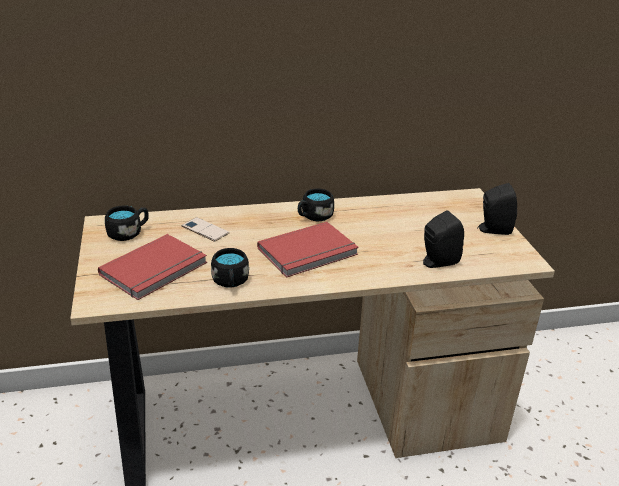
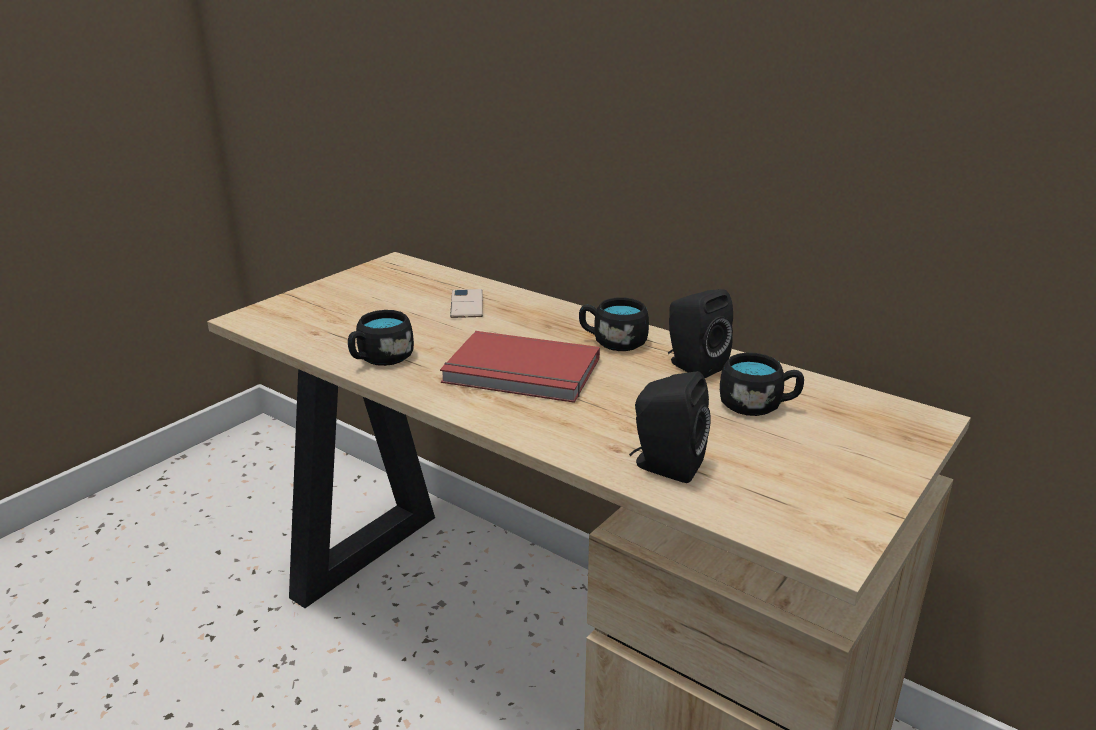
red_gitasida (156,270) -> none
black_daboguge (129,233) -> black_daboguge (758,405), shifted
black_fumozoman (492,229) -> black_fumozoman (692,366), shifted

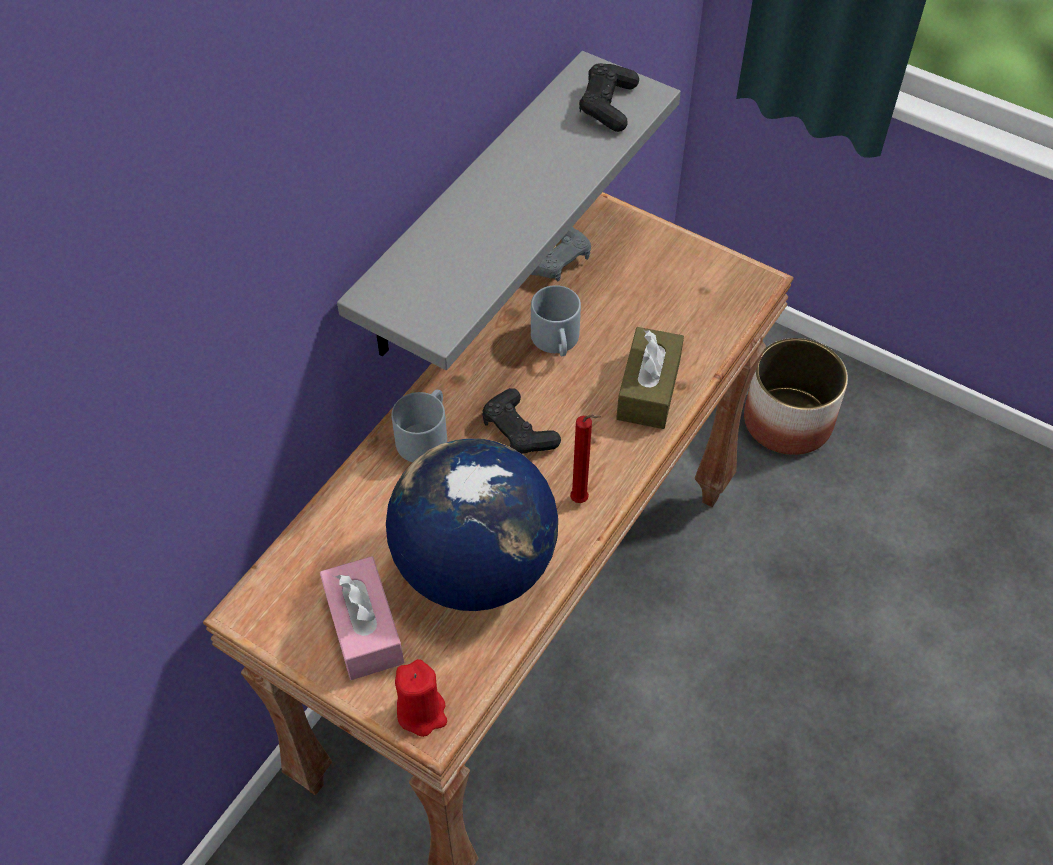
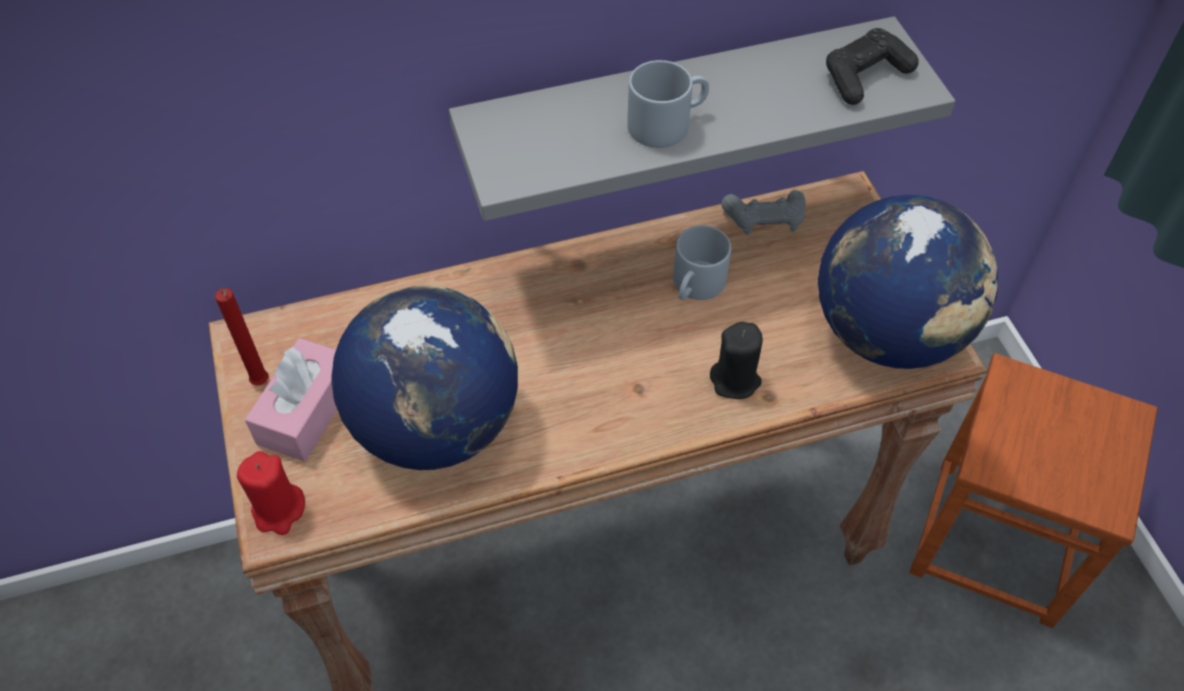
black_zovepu (518,431) -> none
none -> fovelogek (889,333)
grey_daboguge (424,435) -> grey_daboguge (667,122), shifted
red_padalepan (582,500) -> red_padalepan (261,384), shifted
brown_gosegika (648,389) -> black_padalepan (735,380)
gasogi (788,420) -> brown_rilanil (996,540)

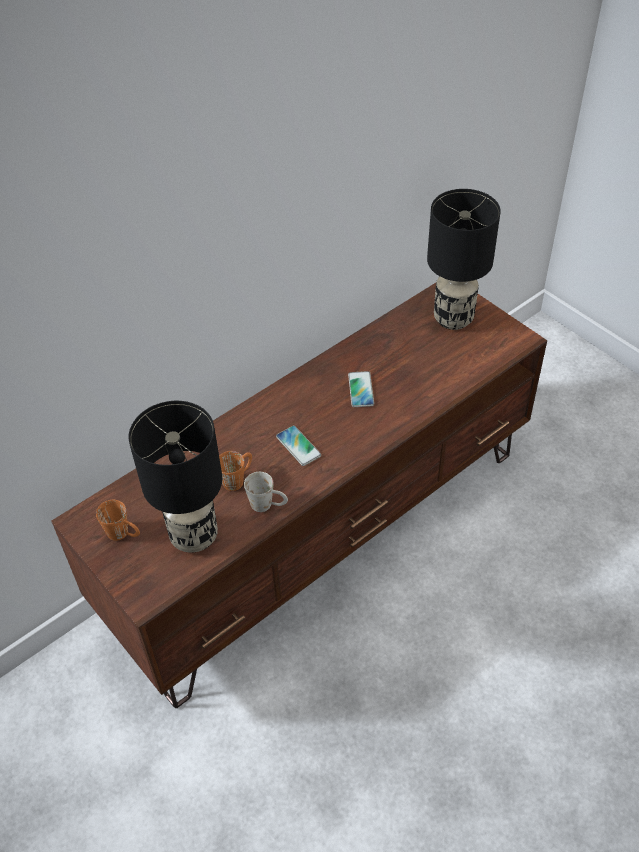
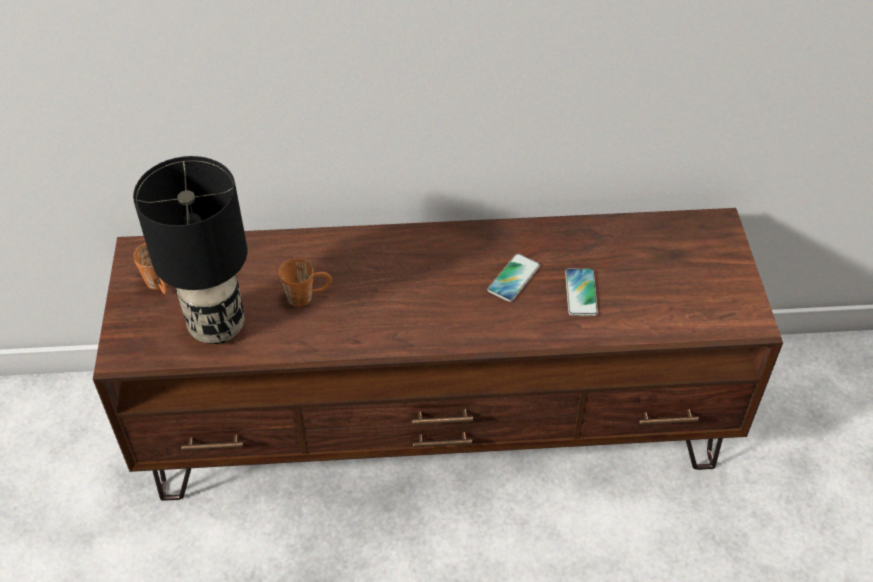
white_daboguge (268,505) -> none
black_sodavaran (453,319) -> none
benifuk (298,446) -> benifuk (581,293), shifted

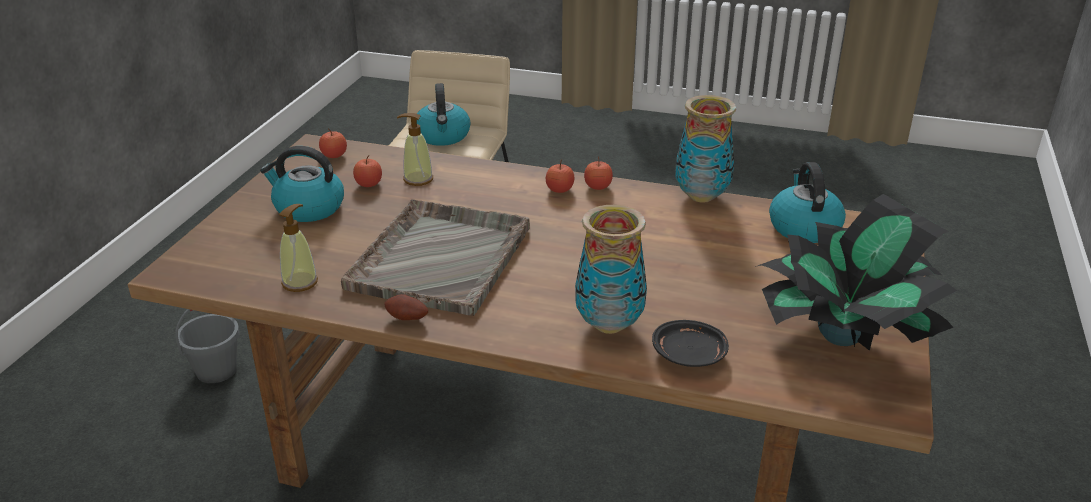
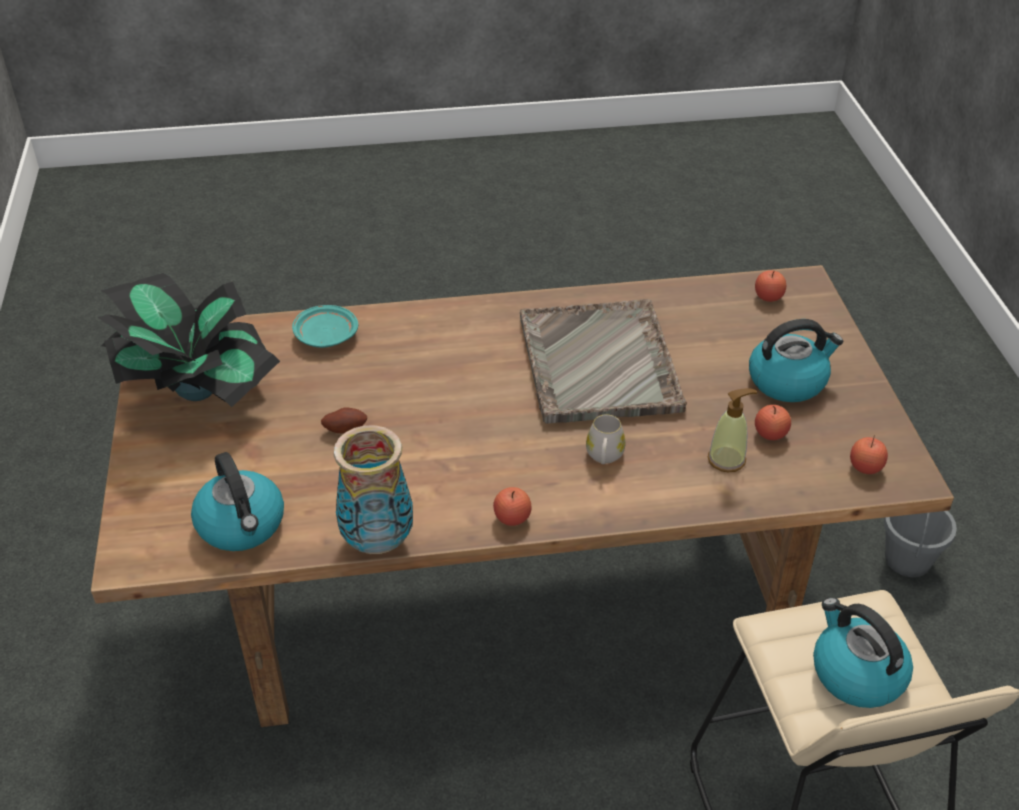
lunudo (300,282) -> none
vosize (608,324) -> none
none -> white_daboguge (604,457)
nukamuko (406,319) -> nukamuko (345,428), shifted
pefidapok (559,189) -> pefidapok (768,297), shifted
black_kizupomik (690,355) -> turquoise_kizupomik (325,335)

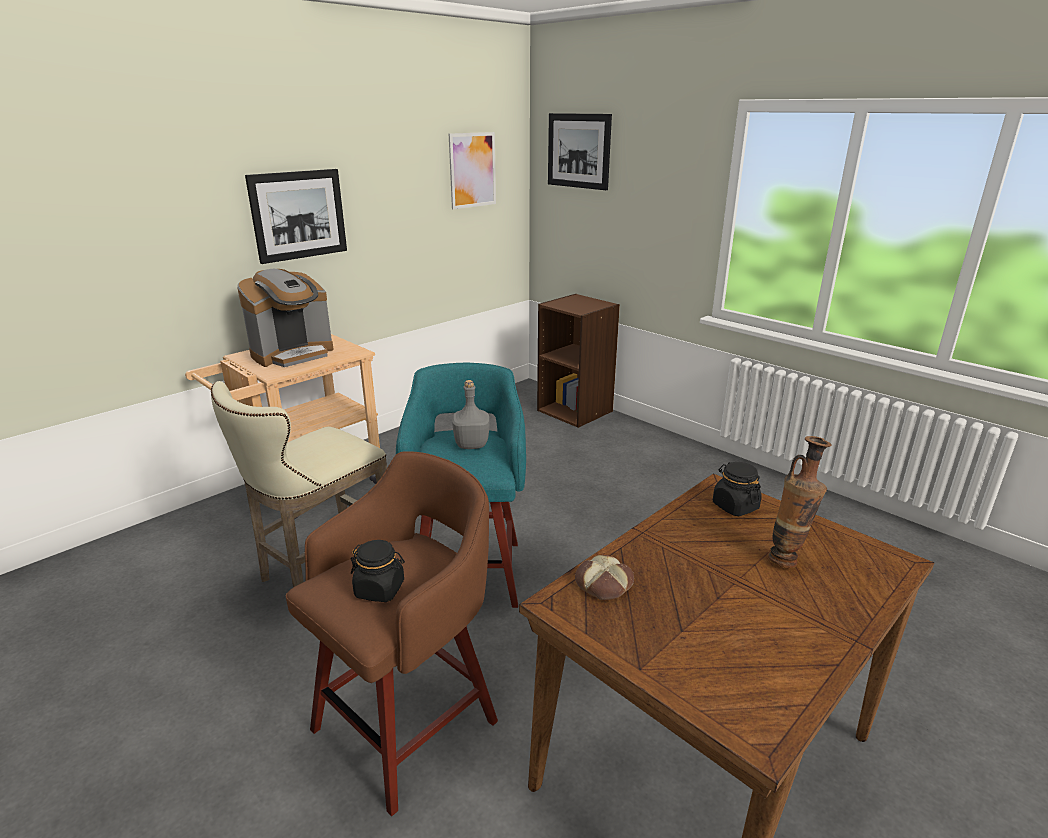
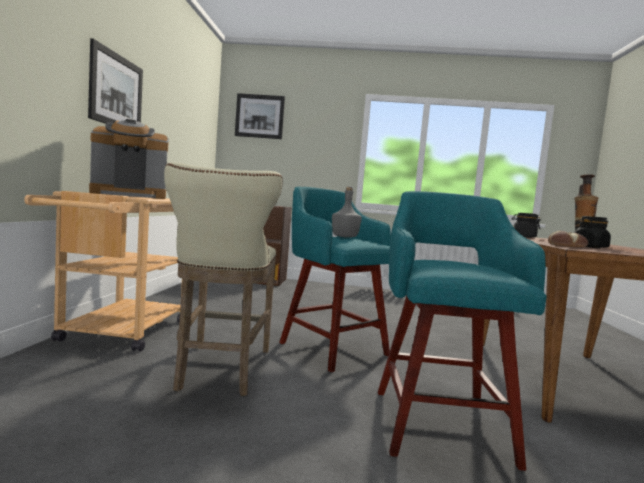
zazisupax (472,170) -> none
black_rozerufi (380,589) -> black_rozerufi (590,247), shifted
brown_rilanil (410,722) -> turquoise_rilanil (439,422)
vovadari (293,354) -> vovadari (130,196), 60 degrees clockwise

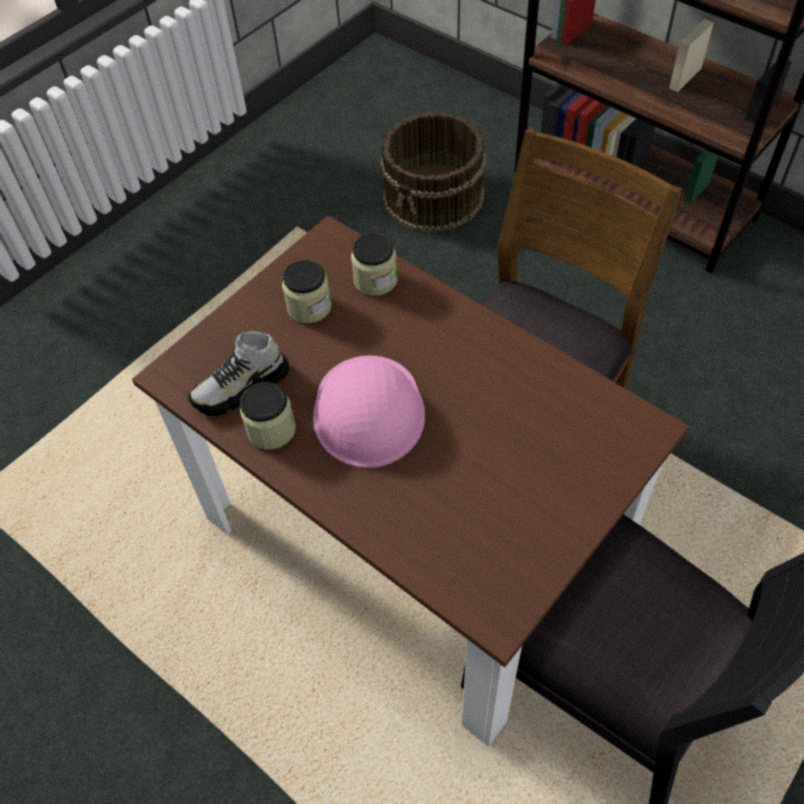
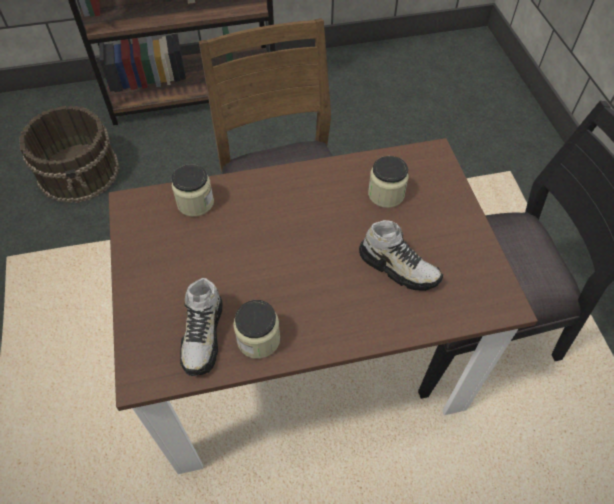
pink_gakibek (368,411) -> none
none -> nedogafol (398,267)
rozerufi (309,307) -> rozerufi (386,194), shifted

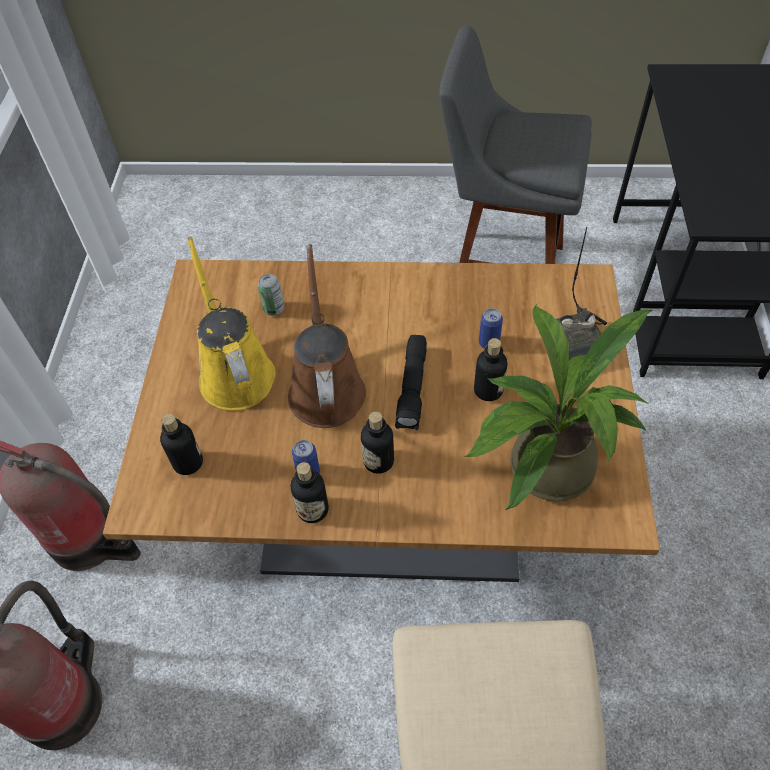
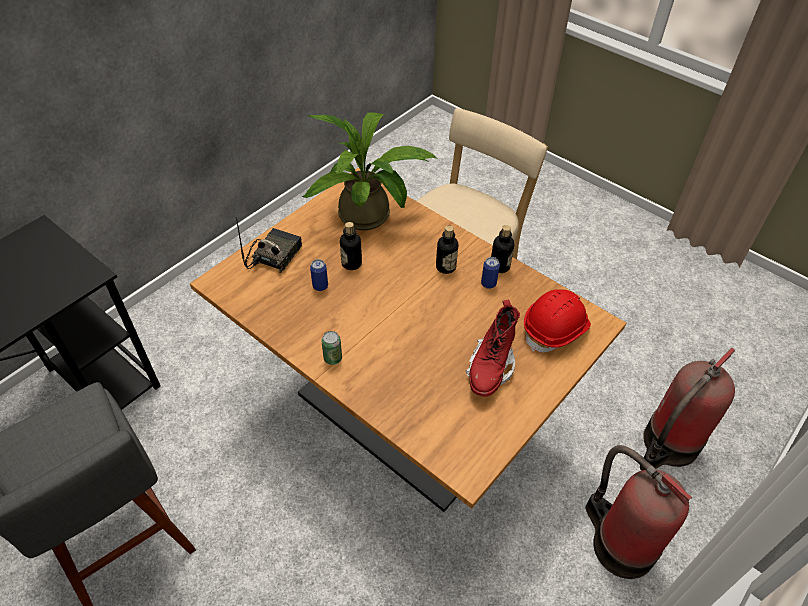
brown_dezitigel (326,387) -> none
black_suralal (413,389) -> none
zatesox (274,309) -> zatesox (333,358), shifted
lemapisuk (188,462) -> red_gakibek (555,330)
yellow_dezitigel (234,372) -> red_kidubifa (490,368)

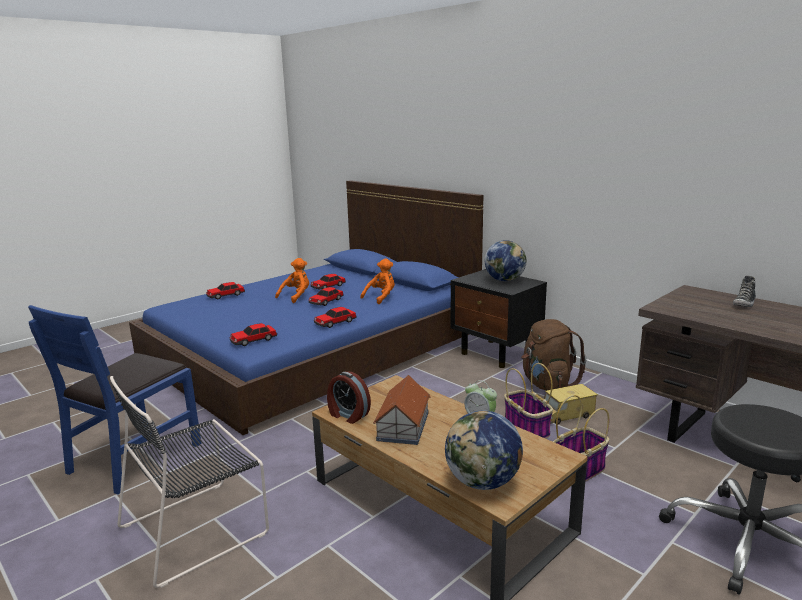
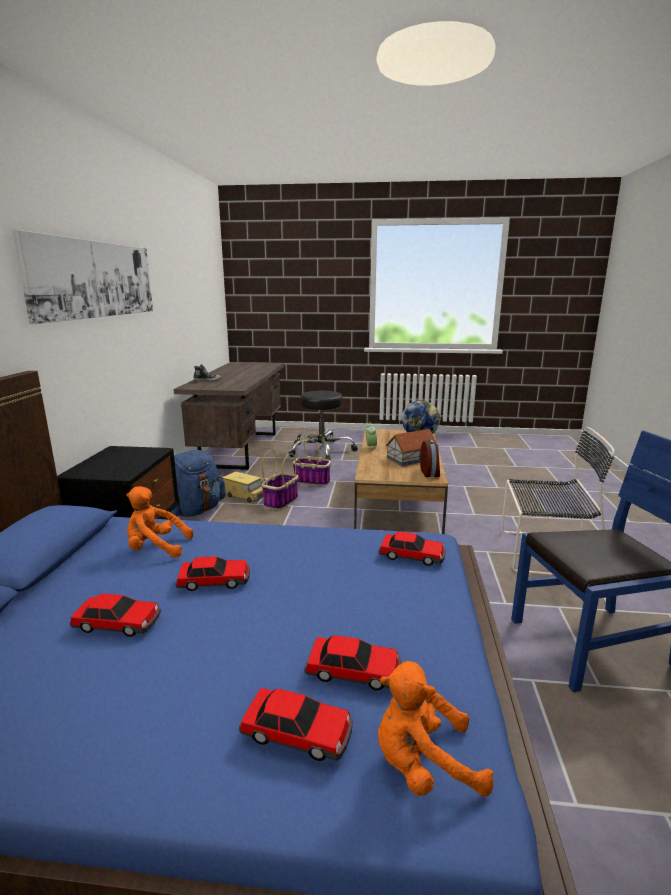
fovelogek (504,280) -> none
none -> zazisupax (95,279)
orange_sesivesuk (296,296) -> orange_sesivesuk (423,765), shifted
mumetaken (335,323) -> mumetaken (354,672), shifted
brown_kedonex (547,384) -> blue_kedonex (195,511)

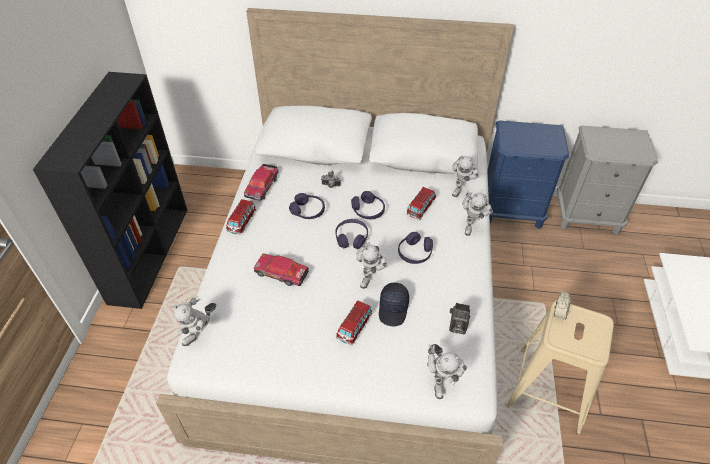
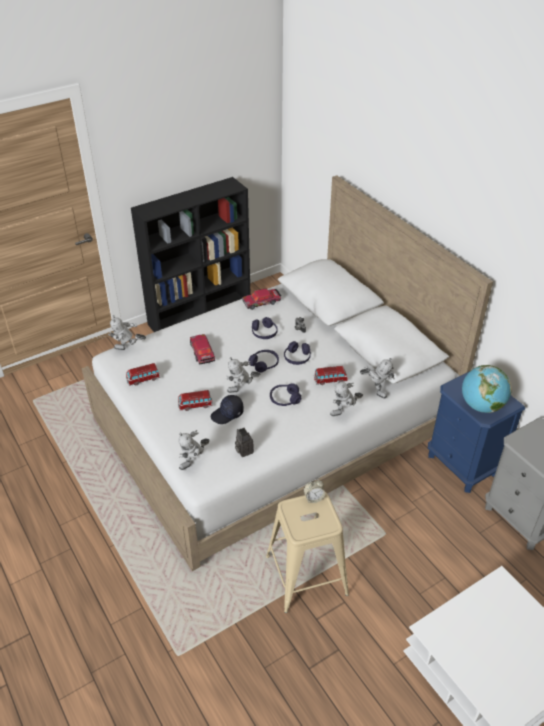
none -> fovelogek (481,406)
mumetaken (242,222) -> mumetaken (143,379), shifted
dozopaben (461,189) -> dozopaben (376,390), 120 degrees counterclockwise

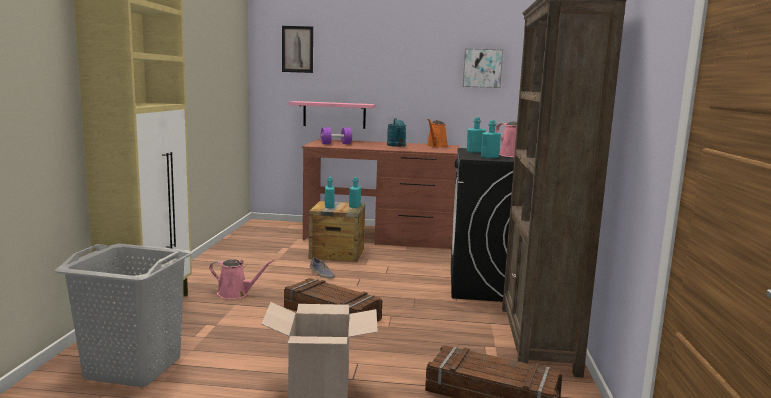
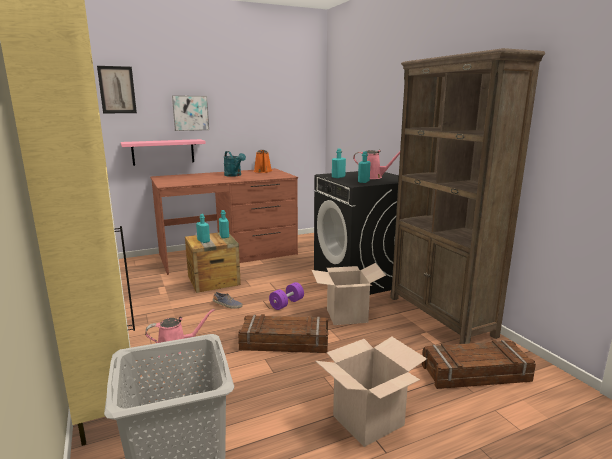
none -> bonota (346,316)
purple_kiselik (336,144) -> purple_kiselik (287,304), shifted
zazisupax (482,68) -> zazisupax (190,113), shifted

